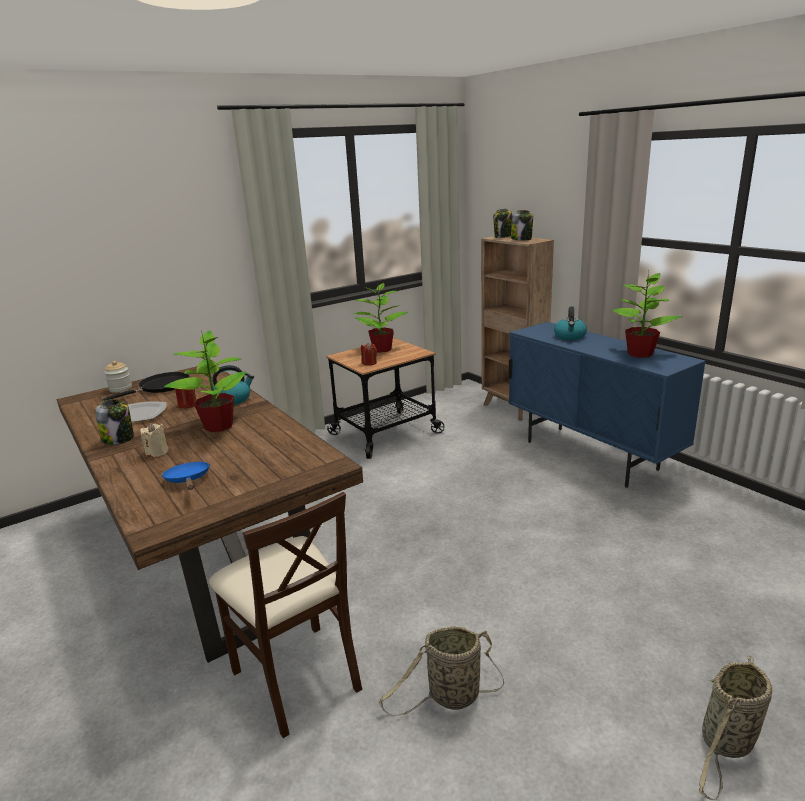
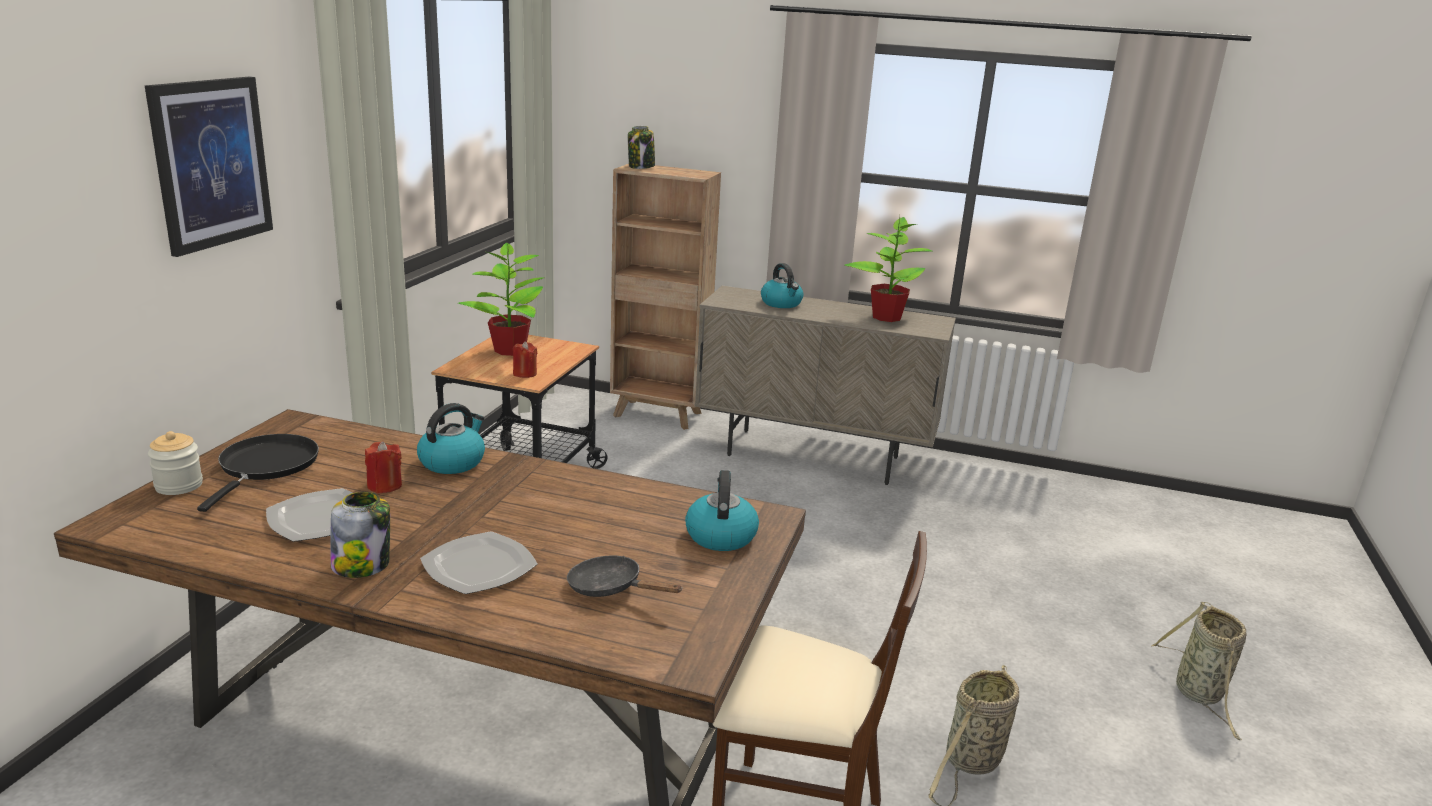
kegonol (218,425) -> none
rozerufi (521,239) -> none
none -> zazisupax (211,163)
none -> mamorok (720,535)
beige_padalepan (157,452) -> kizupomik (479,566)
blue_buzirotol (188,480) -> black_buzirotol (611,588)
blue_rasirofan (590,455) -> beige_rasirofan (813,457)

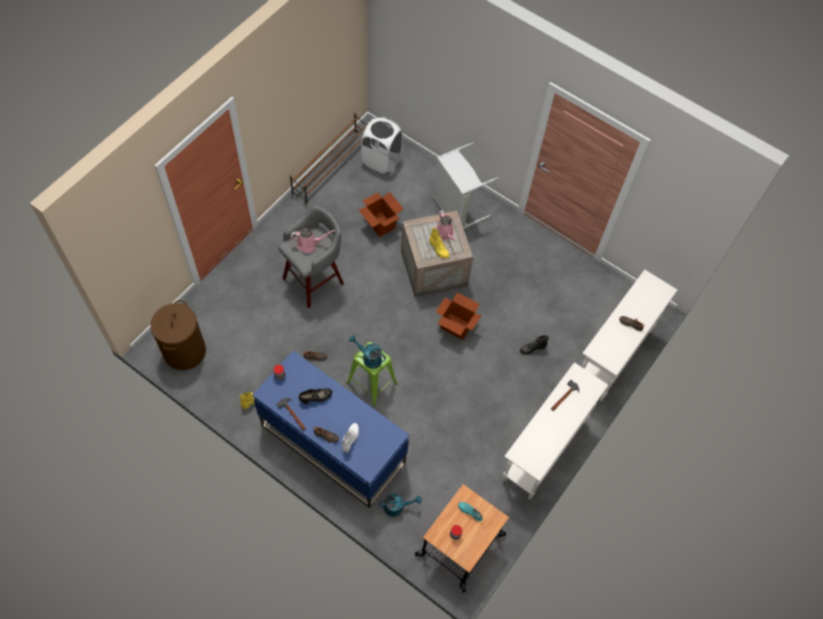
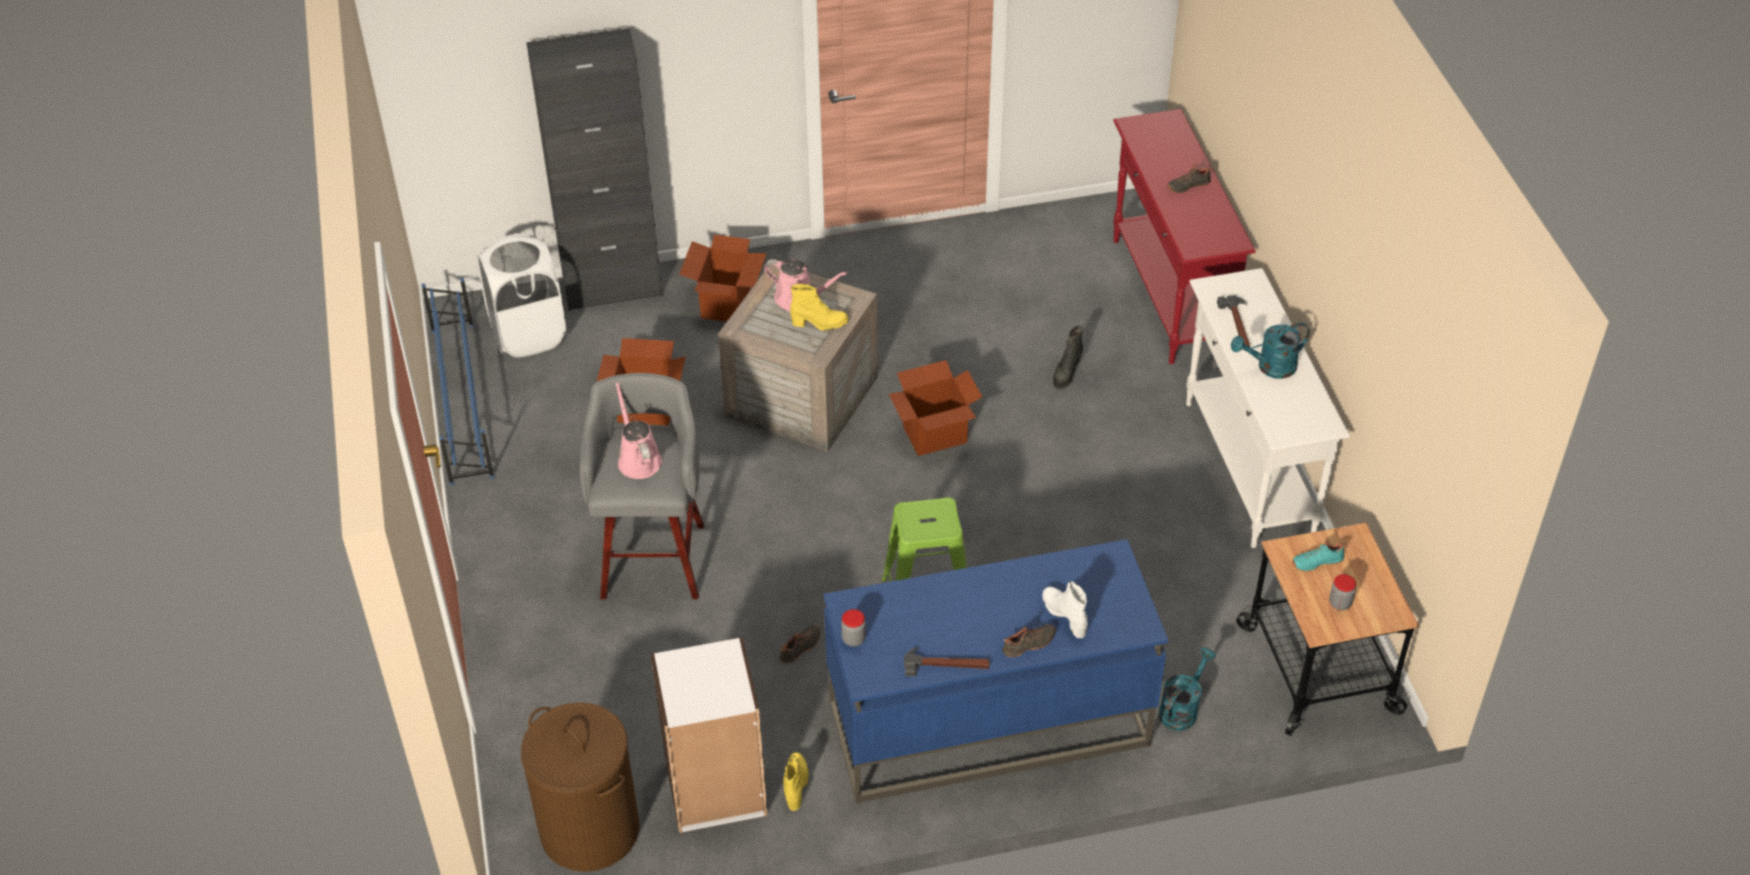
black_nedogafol (316,398) -> none
none -> black_rasirofan (613,289)
none -> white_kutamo (716,789)
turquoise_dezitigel (369,358) -> turquoise_dezitigel (1270,367), shifted
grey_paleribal (456,209) -> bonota (726,304)
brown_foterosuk (332,166) -> blue_foterosuk (462,401)
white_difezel (612,356) -> red_difezel (1169,296)
pink_dezitigel (309,244) -> pink_dezitigel (638,459), 60 degrees counterclockwise

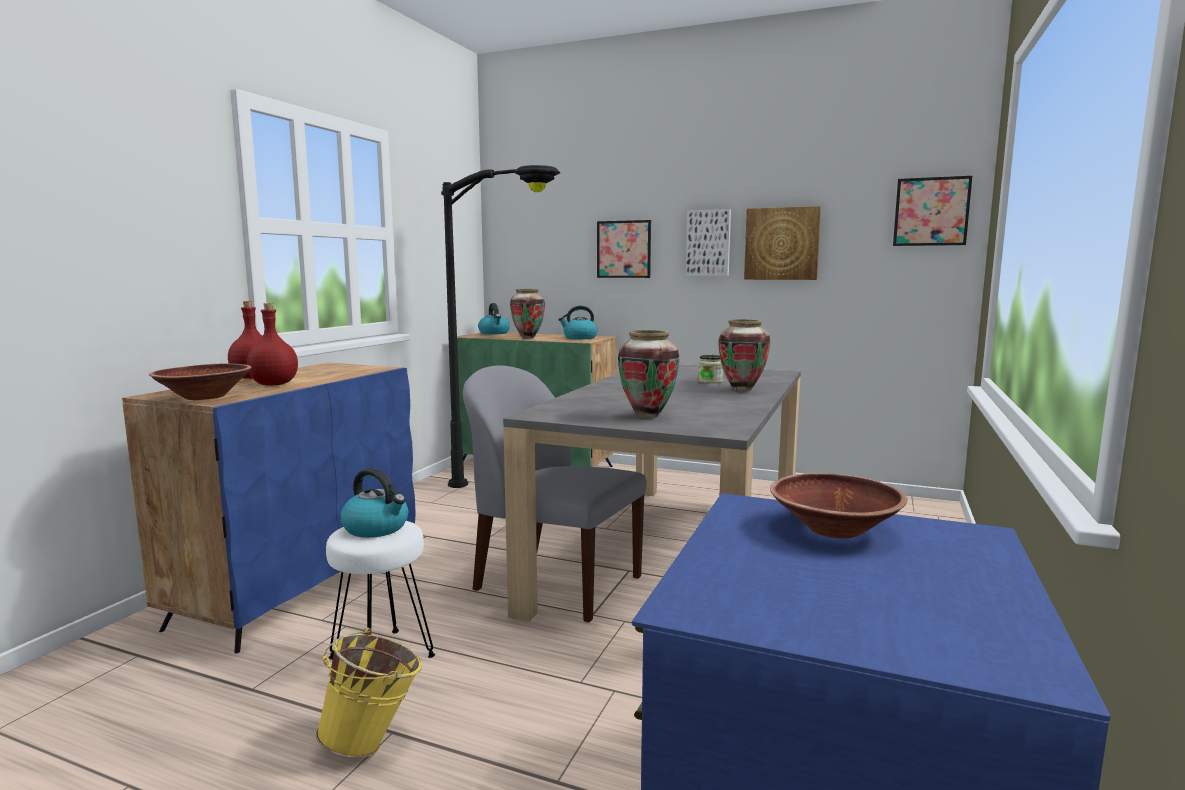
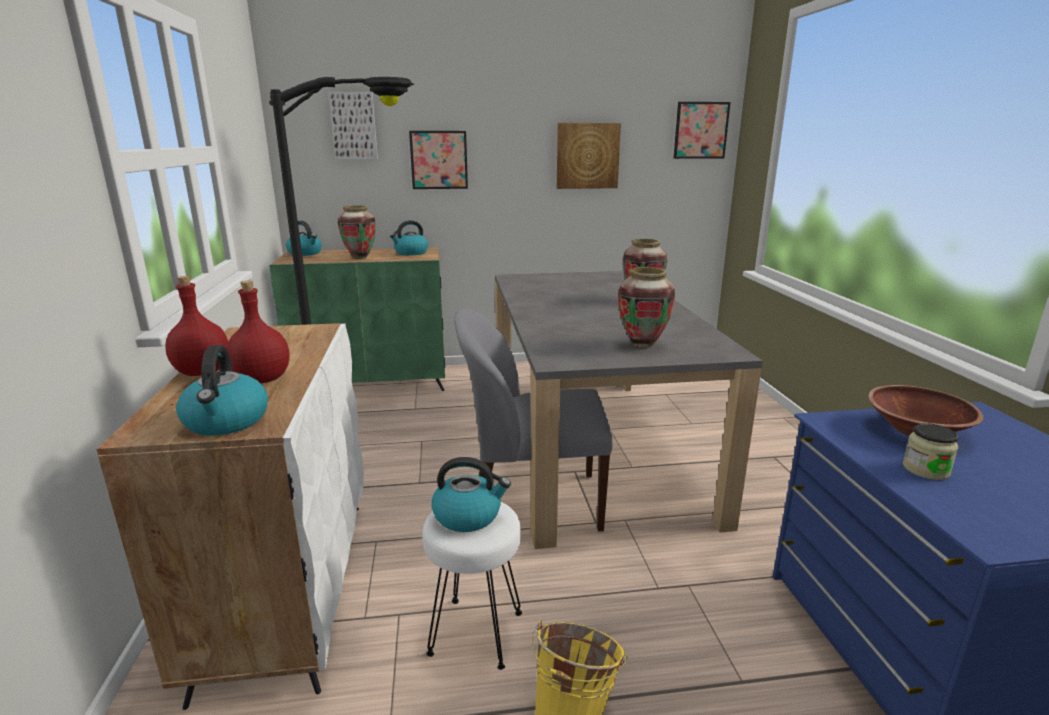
zazisupax (708,243) -> zazisupax (354,126), shifted
rozerufi (710,381) -> rozerufi (925,469), shifted
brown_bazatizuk (204,397) -> mamorok (226,421)
blue_rasirofan (300,584) -> white_rasirofan (288,586)

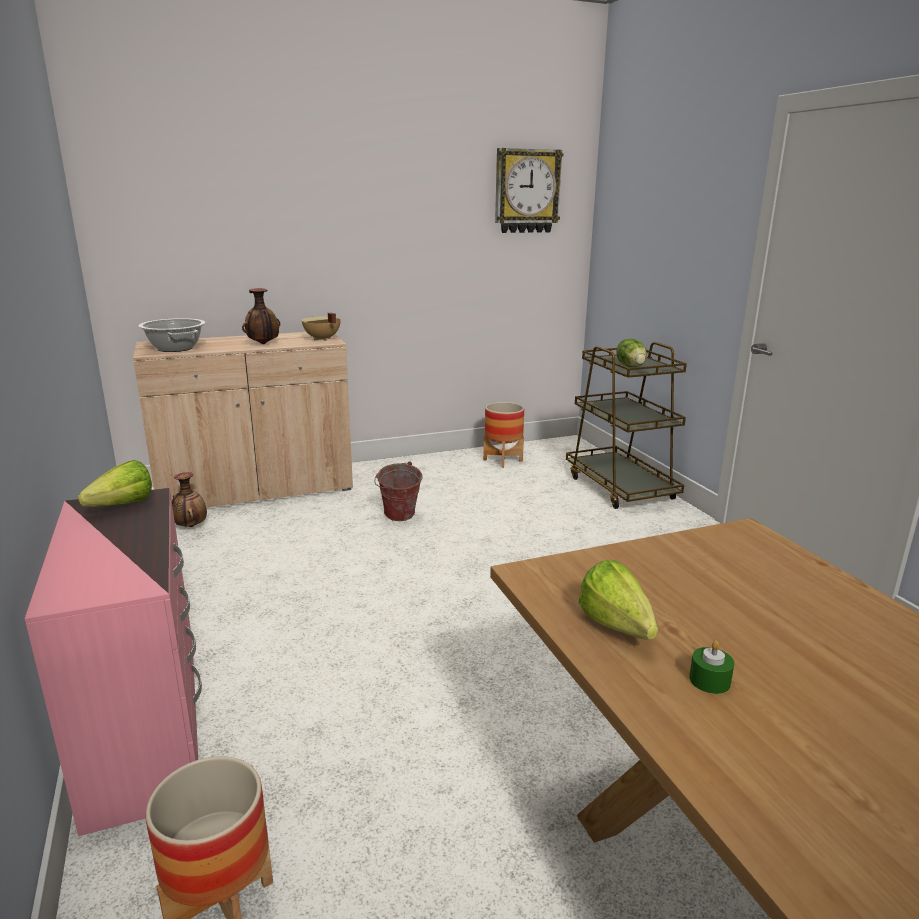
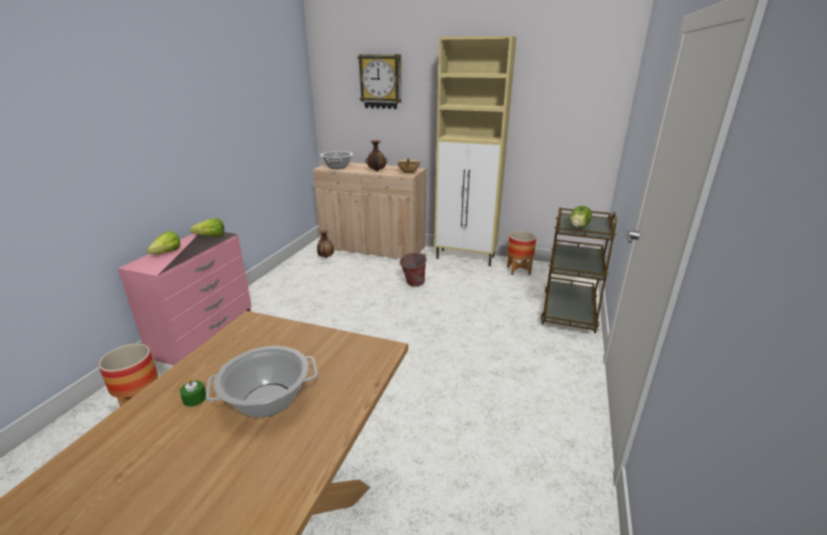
none -> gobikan (268,400)
none -> beige_rasirofan (466,257)
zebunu (526,191) -> zebunu (381,82), shifted
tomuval (619,631) -> tomuval (164,254), shifted

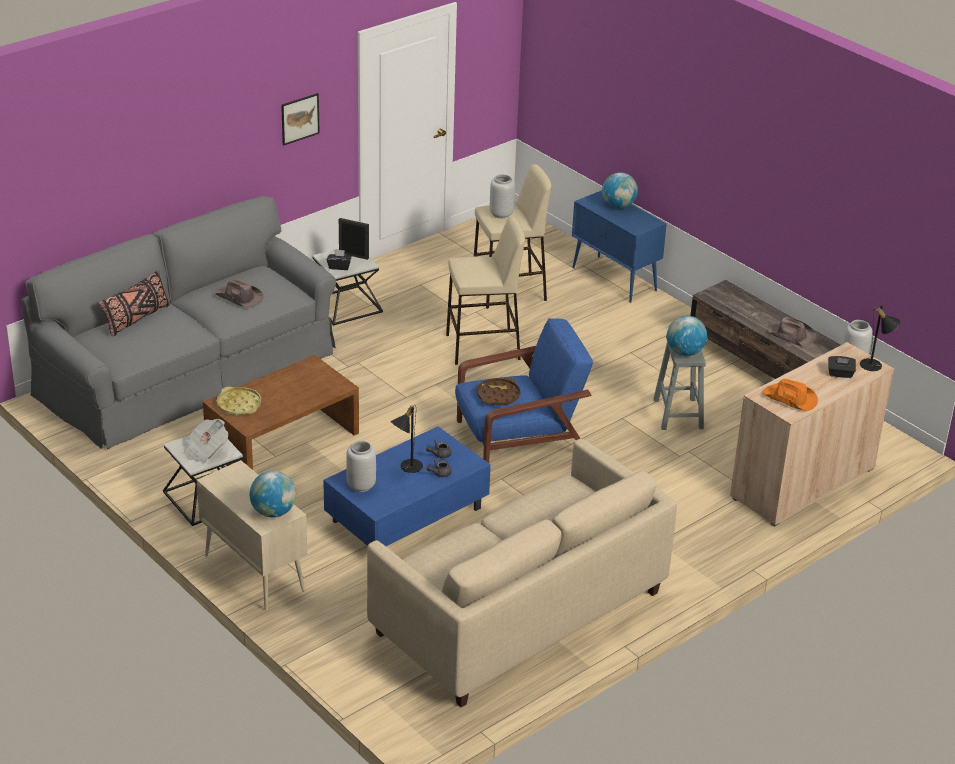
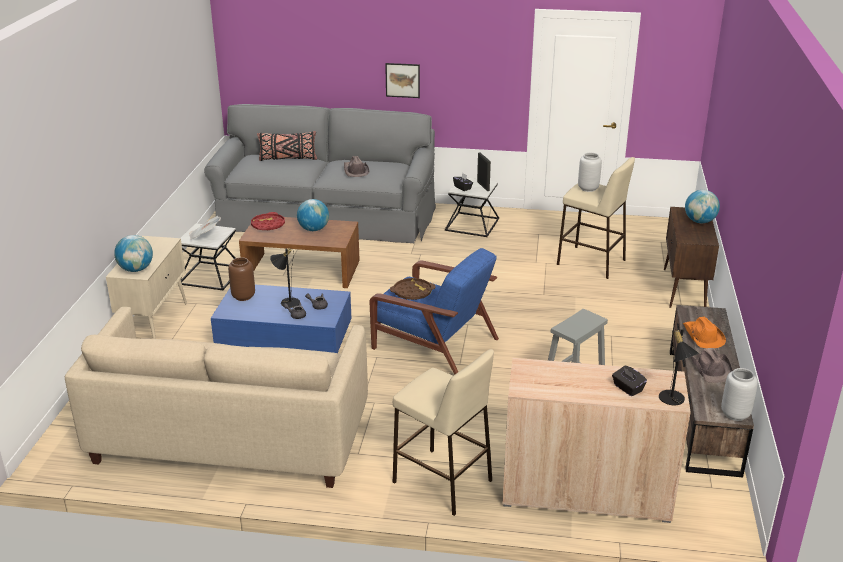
zazisupax (300,118) -> zazisupax (402,80), shifted
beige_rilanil (483,347) -> beige_rilanil (443,481), shifted
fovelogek (684,352) -> fovelogek (313,229), shifted
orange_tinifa (790,399) -> orange_tinifa (703,336), shifted
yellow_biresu (239,405) -> red_biresu (268,225)
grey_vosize (360,485) -> brown_vosize (243,296)
blue_rasirofan (615,279) -> brown_rasirofan (684,289)

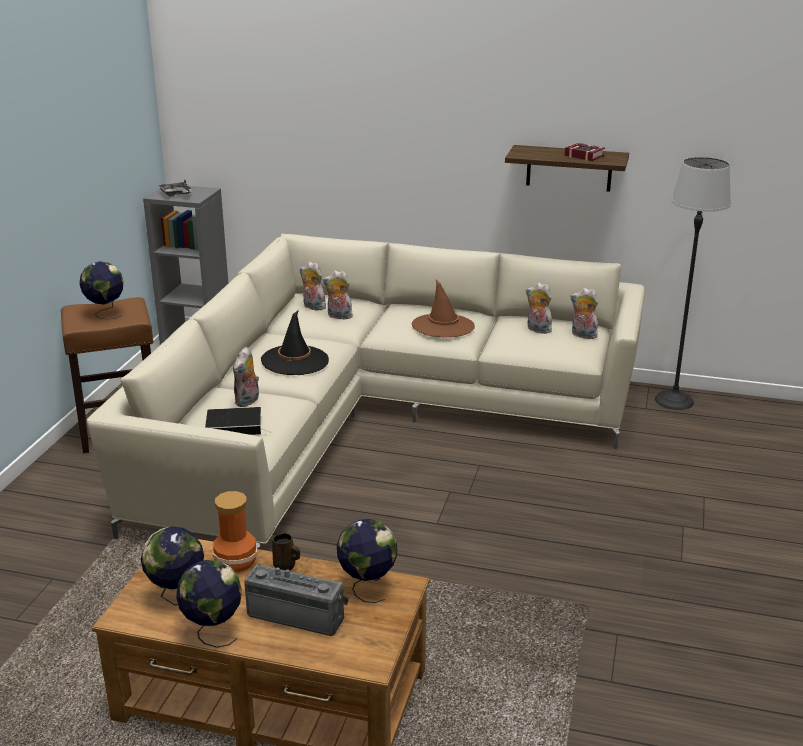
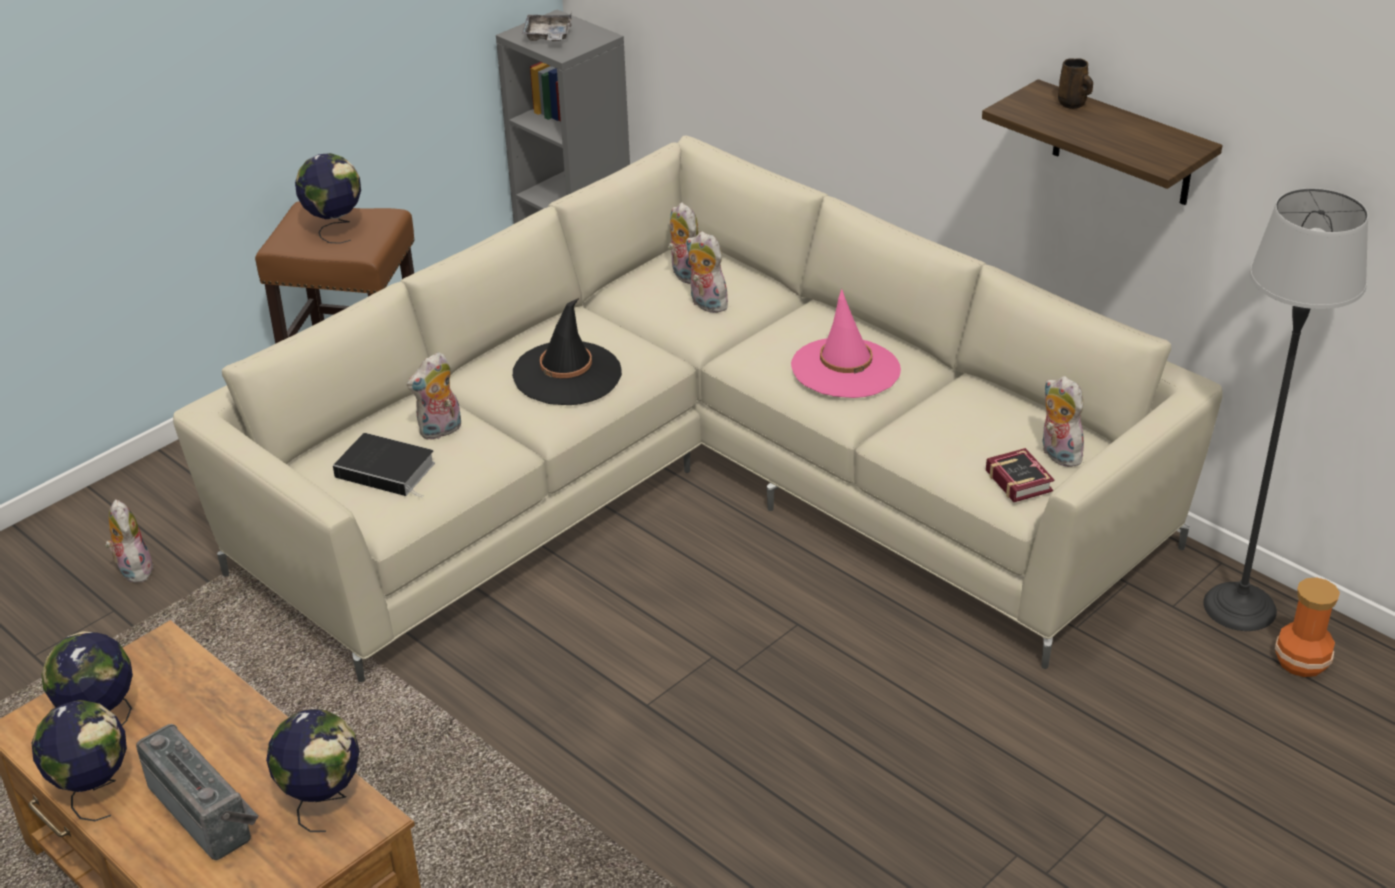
vosize (235,562) -> vosize (1300,661), shifted
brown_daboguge (285,566) -> brown_daboguge (1073,104), shifted
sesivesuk (537,330) -> sesivesuk (133,569), shifted
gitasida (583,155) -> gitasida (1019,479), shifted
brown_tinifa (443,326) -> pink_tinifa (845,369)

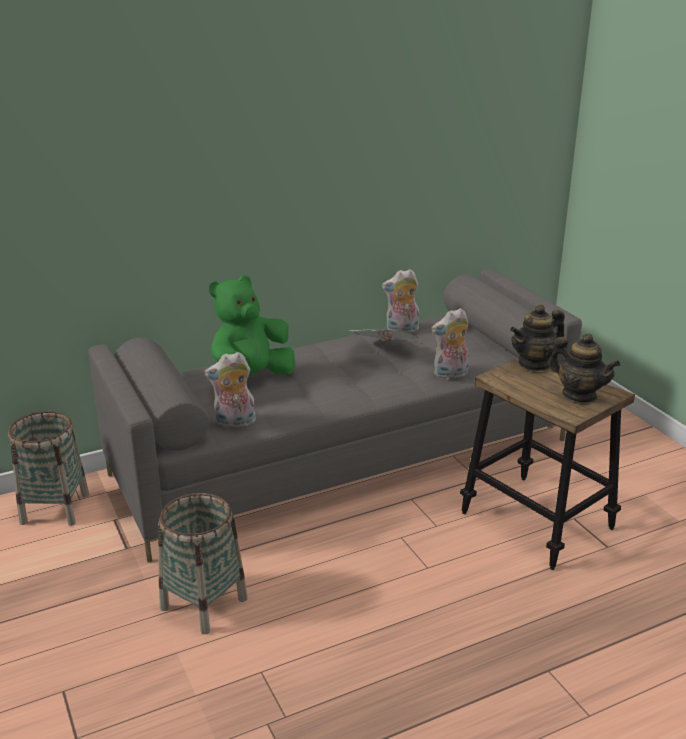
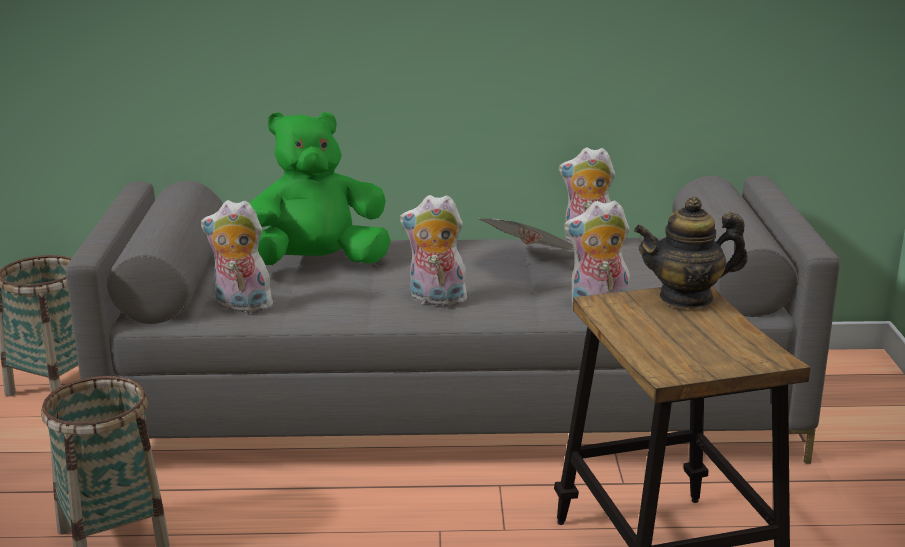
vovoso (579,395) -> none
none -> sesivesuk (435,300)

